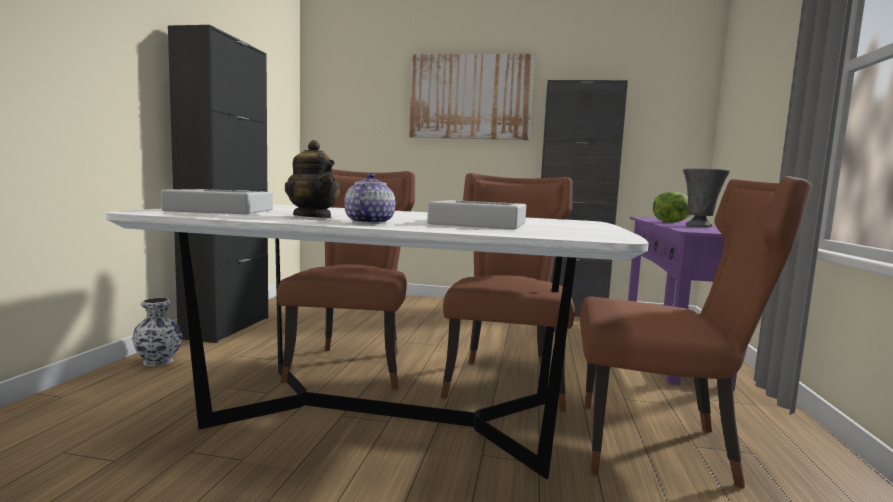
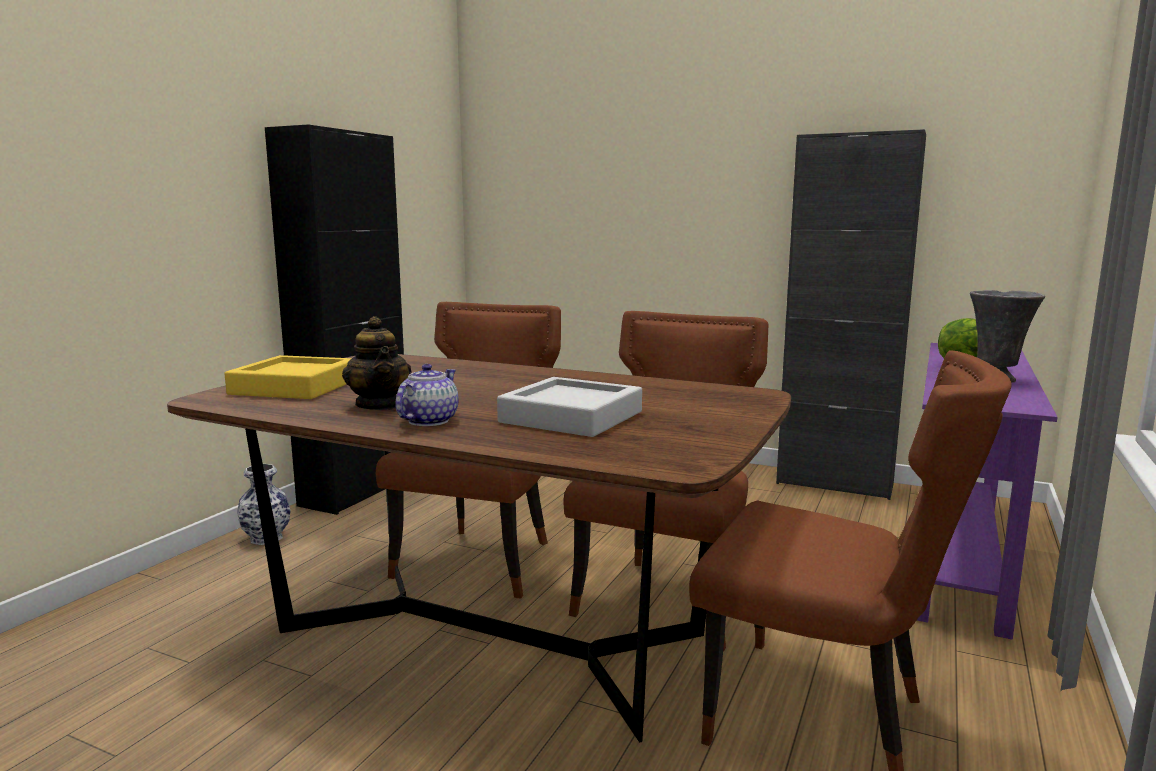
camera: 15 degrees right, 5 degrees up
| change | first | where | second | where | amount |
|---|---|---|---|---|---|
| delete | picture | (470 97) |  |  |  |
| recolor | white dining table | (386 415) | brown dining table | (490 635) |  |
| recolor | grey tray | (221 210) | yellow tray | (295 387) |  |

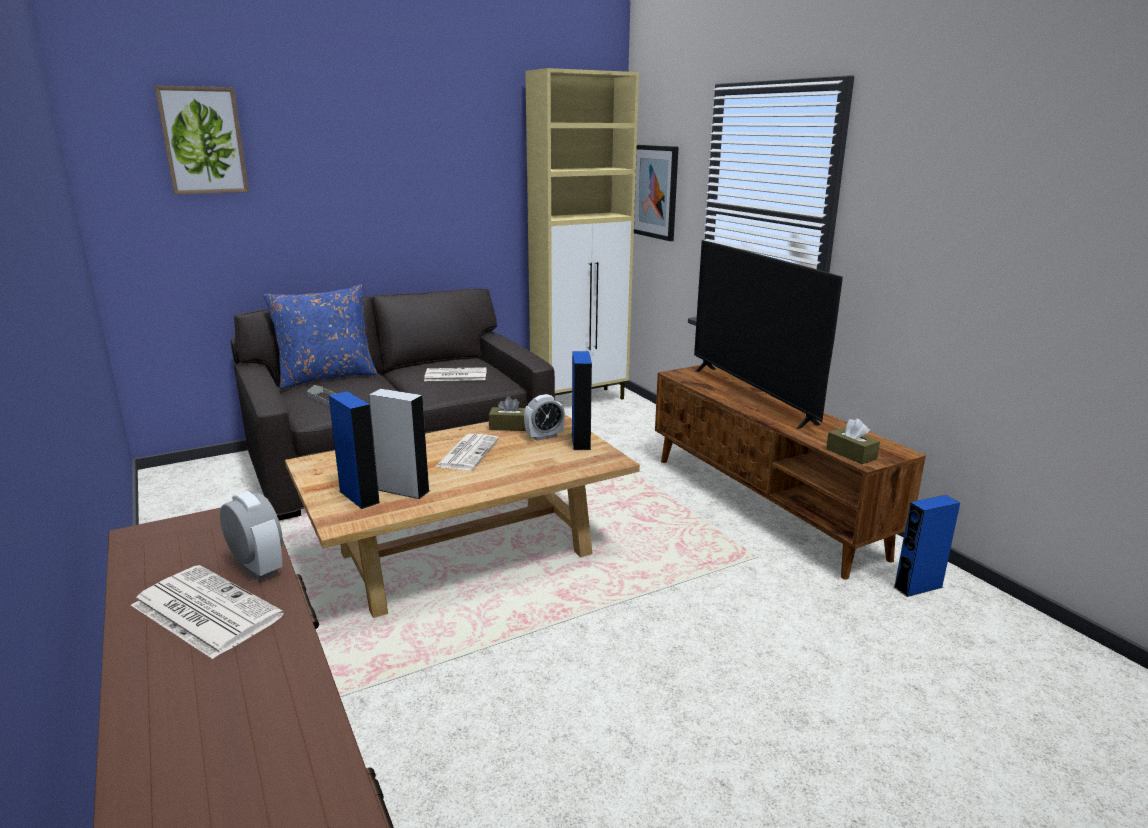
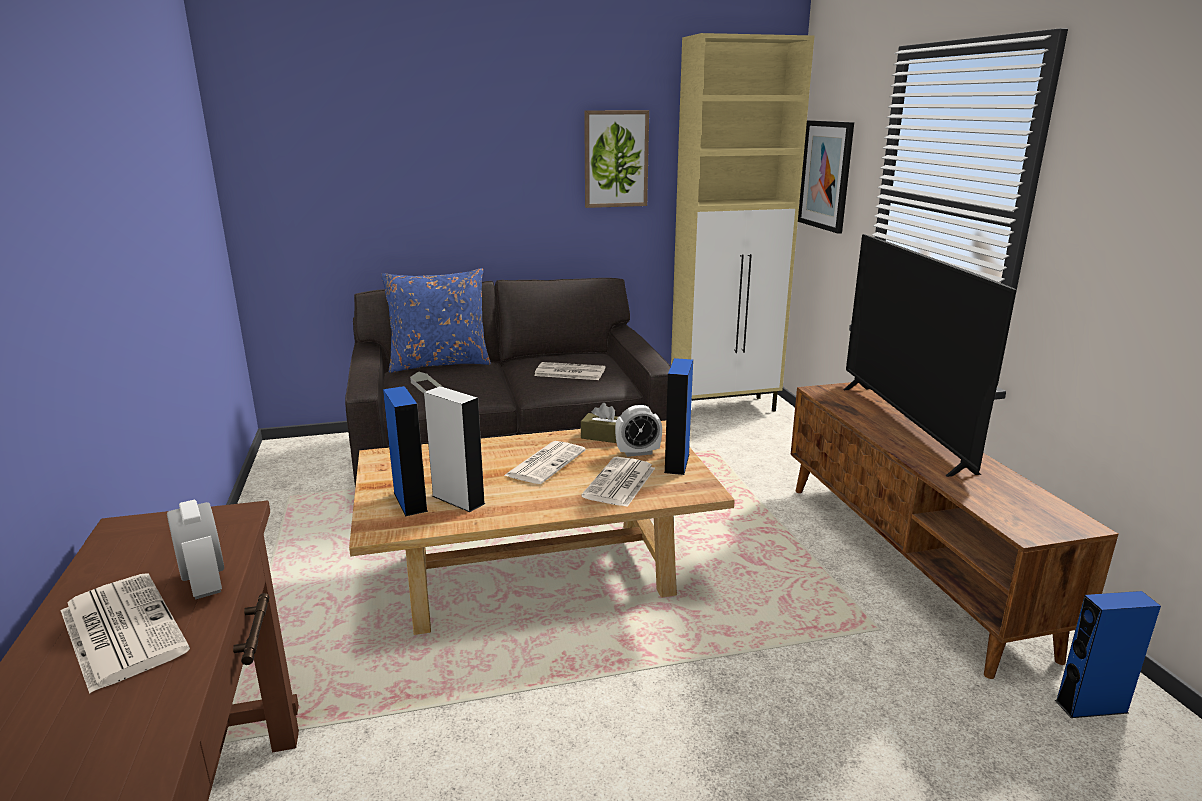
camera: 15 degrees right, 0 degrees up
| change | first | where | second | where | amount |
|---|---|---|---|---|---|
| delete | brown tissue box | (851 454) |  |  |  |
| insert |  |  | newspaper | (620 483) |  |
| move | picture | (203 141) |  | (615 159) |  |

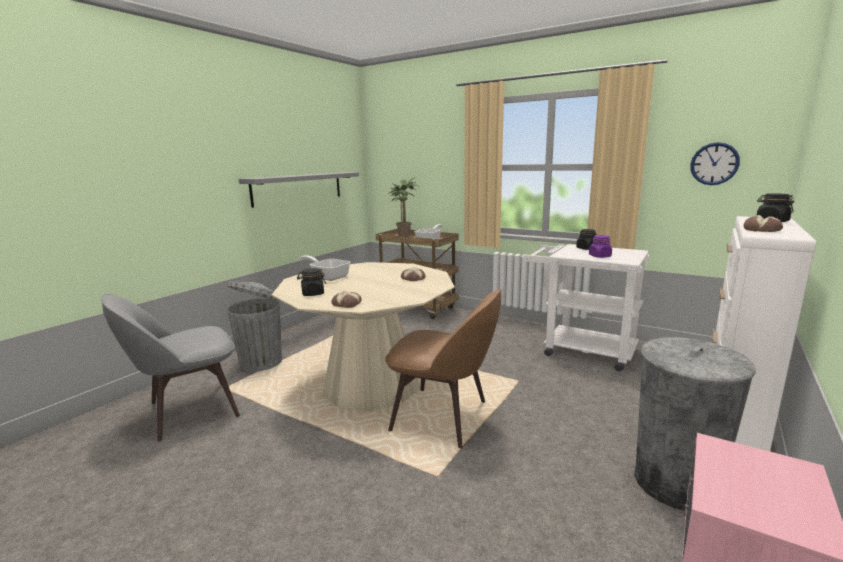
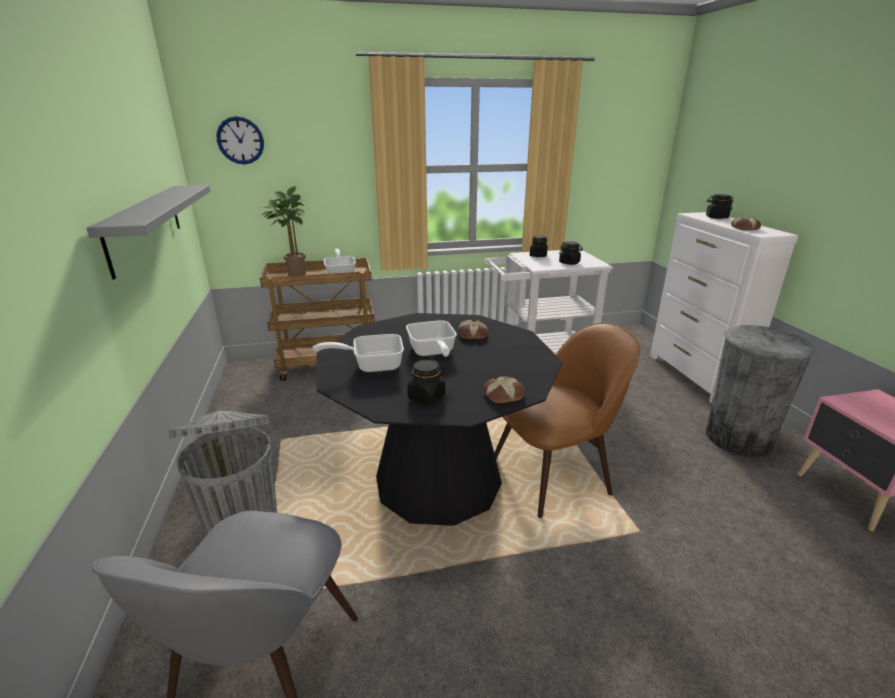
camera: 45 degrees left, 10 degrees up
| change | first | where | second | where | amount |
|---|---|---|---|---|---|
| insert |  |  | frying pan | (432 352) |  |
| move | wall clock | (714 164) |  | (240 140) |  |
| recolor | beige dining table | (371 385) | black dining table | (438 480) |  |
| recolor | purple jar | (600 256) | black jar | (569 263) |  |

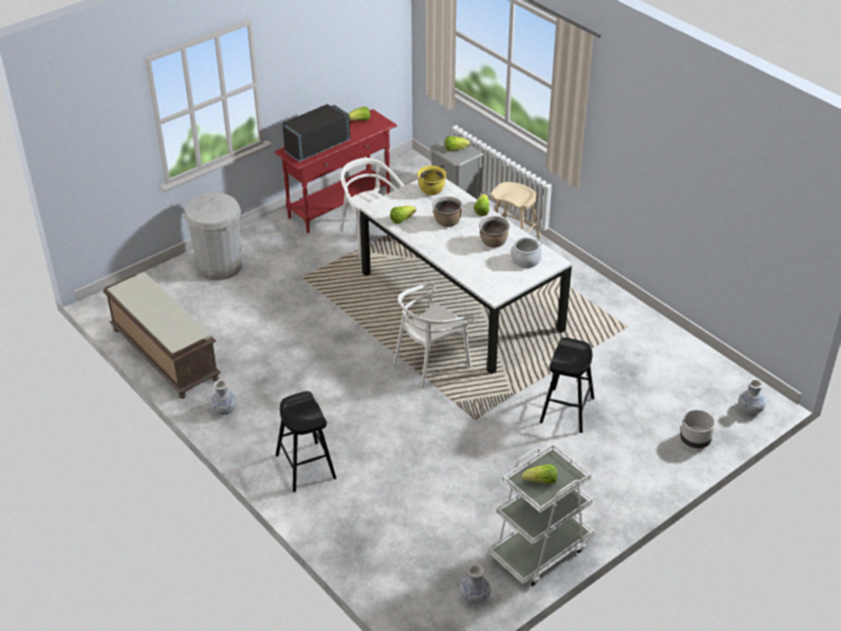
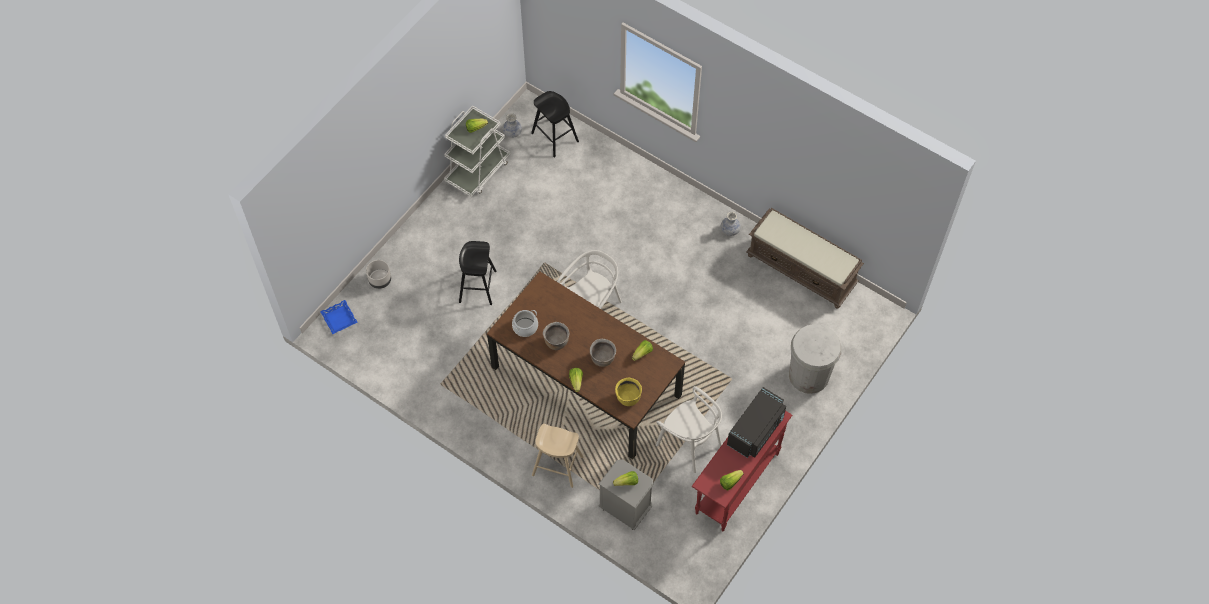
camera: 165 degrees right, 20 degrees up
| change | first | where | second | where | amount |
|---|---|---|---|---|---|
| move | black stool | (305 467) |  | (554 137) |  |
| replace | vase | (750 409) | blue tray | (339 319) |  |
| recolor | white dining table | (462 301) | brown dining table | (585 381) |  |

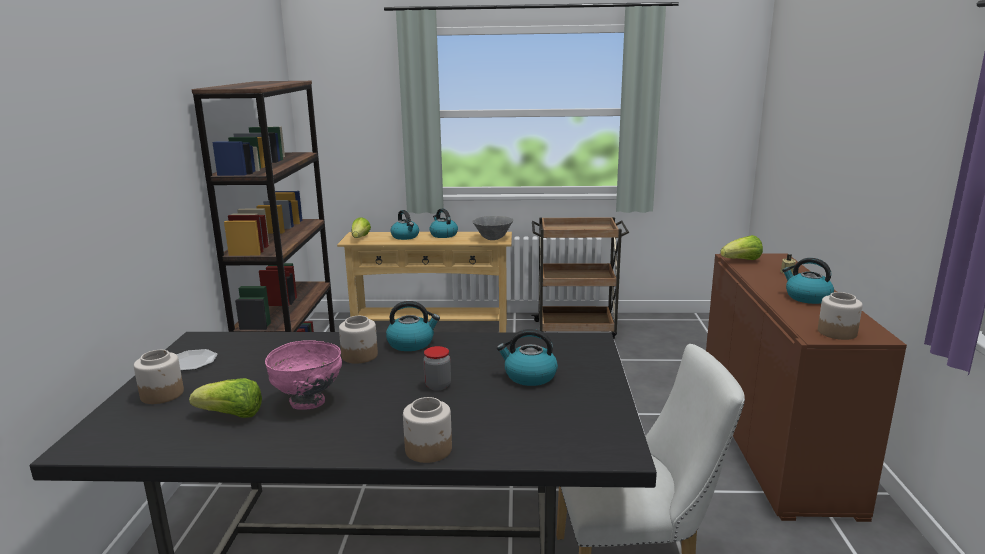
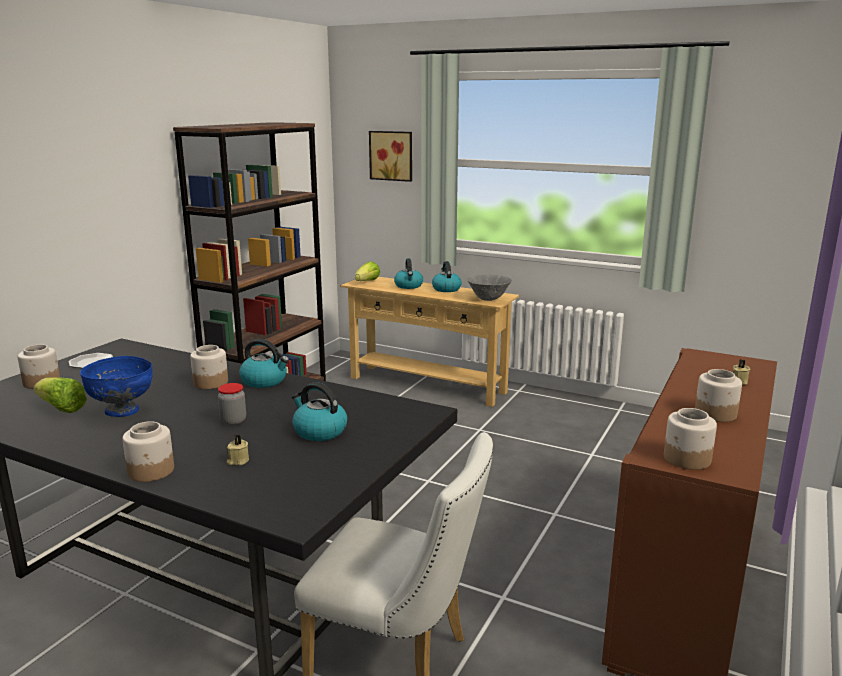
camera: 25 degrees right, 0 degrees up
| change | first | where | second | where | amount |
|---|---|---|---|---|---|
| delete | brown cart | (576 330) |  |  |  |
| delete | lettuce | (742 261) |  |  |  |
| insert |  |  | beige candle | (238 461) |  |
| insert |  |  | picture | (392 155) |  |
| replace | kettle | (807 297) | jar | (715 414) |  |
| recolor | pink bowl | (308 402) | blue bowl | (122 411) |  |

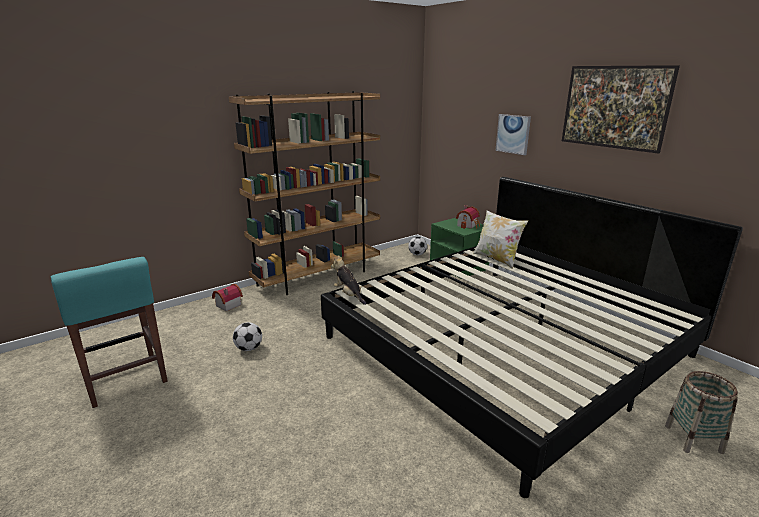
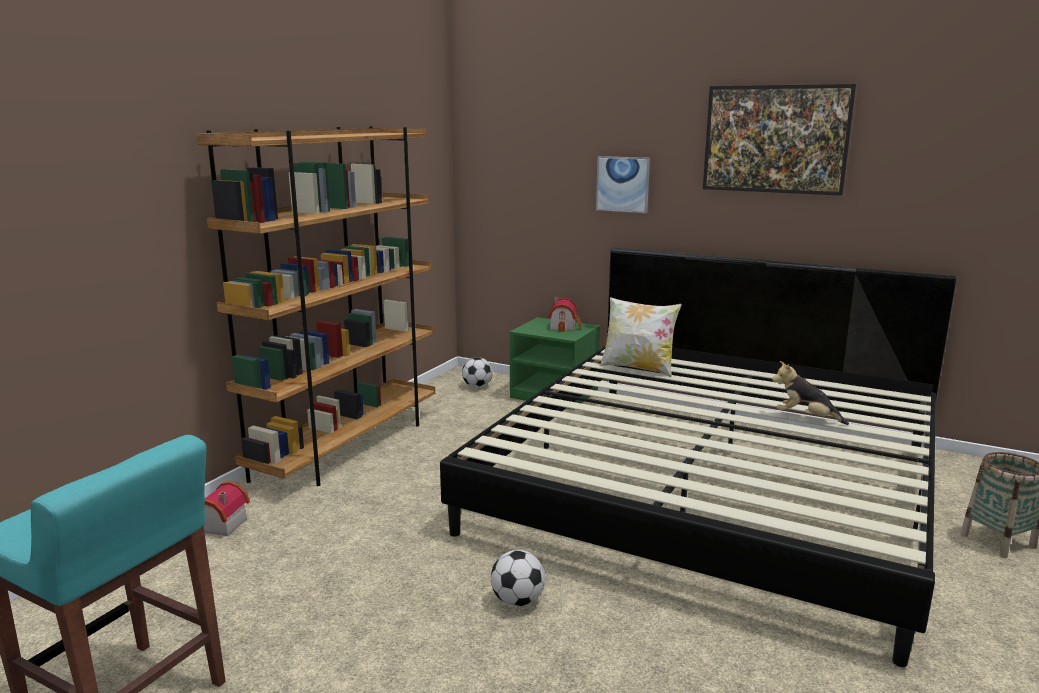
camera: 25 degrees left, 5 degrees down
| change | first | where | second | where | amount |
|---|---|---|---|---|---|
| move | football | (249 348) |  | (517 601) |  |
| move | plush toy | (349 295) |  | (805 418) |  |

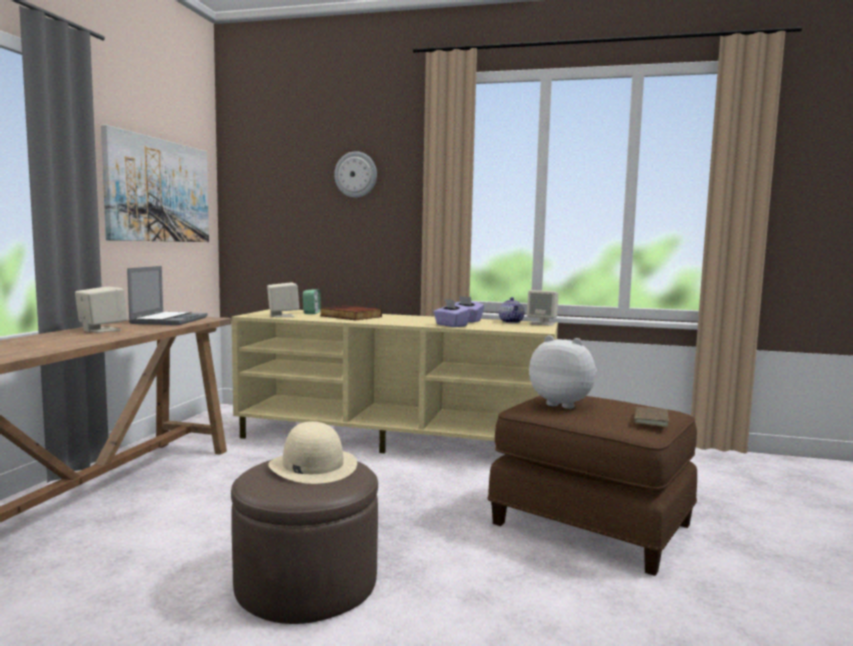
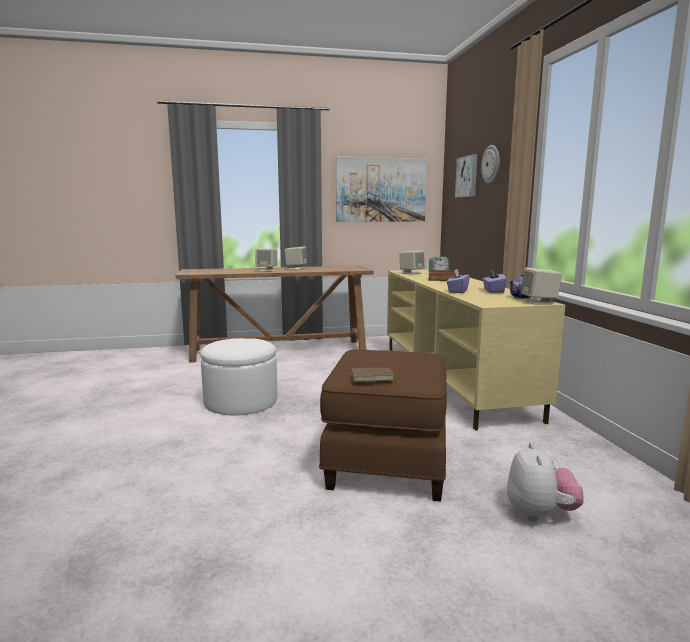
camera: 65 degrees right, 5 degrees up
| change | first | where | second | where | amount |
|---|---|---|---|---|---|
| delete | laptop | (169 320) |  |  |  |
| delete | beige hat | (312 466) |  |  |  |
| insert |  |  | beige speaker | (267 270) |  |
| insert |  |  | picture | (467 176) |  |
| move | plush toy | (563 404) |  | (540 514) |  |
| recolor | brown ottoman | (306 582) | white ottoman | (241 401) |  |

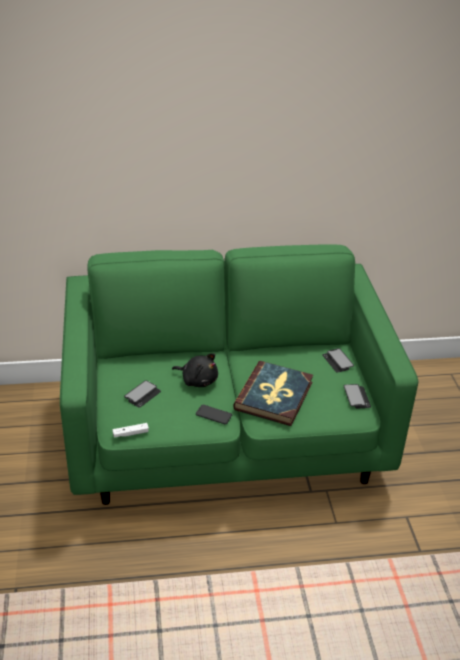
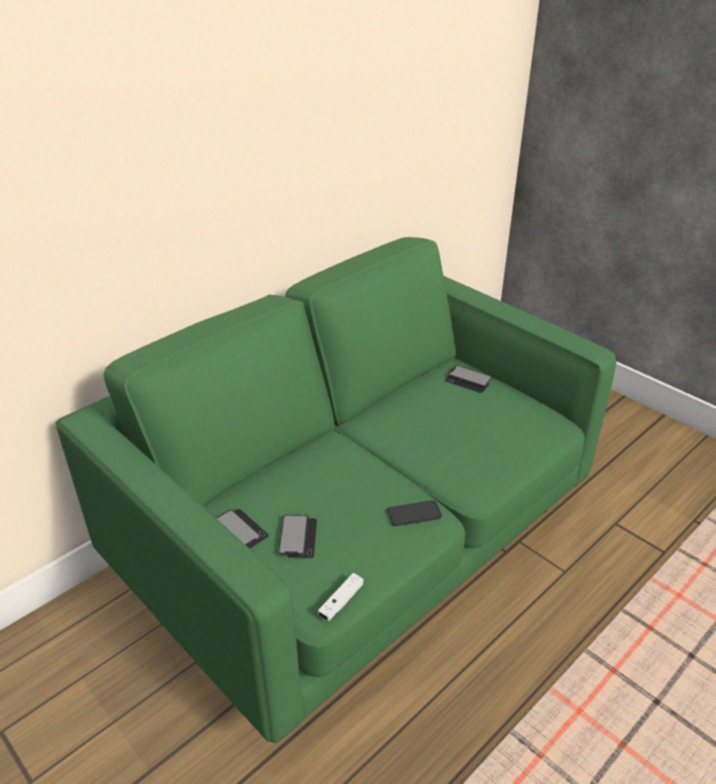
camera: 35 degrees left, 0 degrees up
| change | first | where | second | where | amount |
|---|---|---|---|---|---|
| delete | black plush toy | (198 380) |  |  |  |
| delete | book | (274 396) |  |  |  |
| move | phone | (356 397) |  | (240 530) |  |

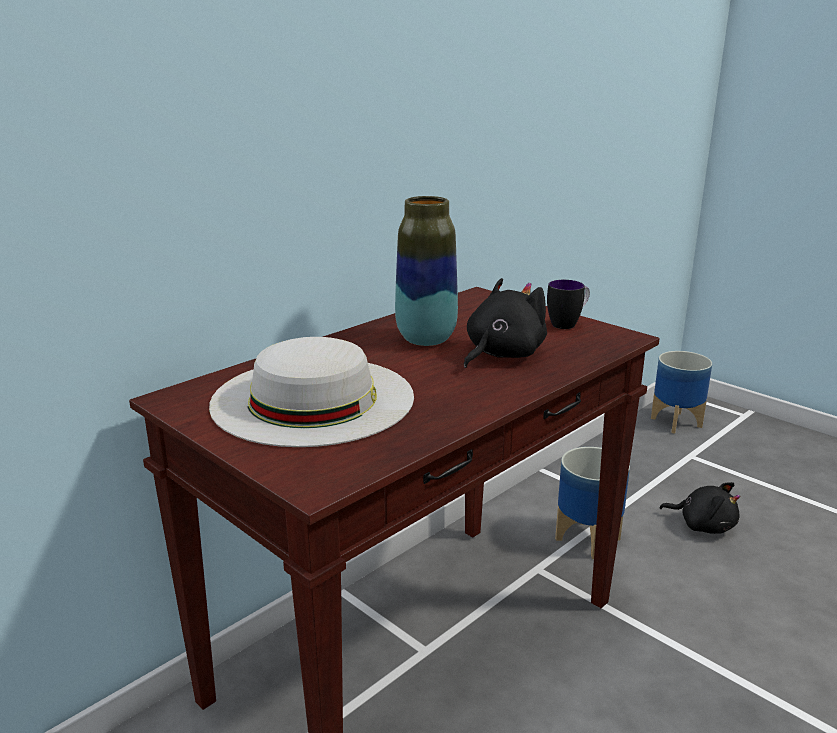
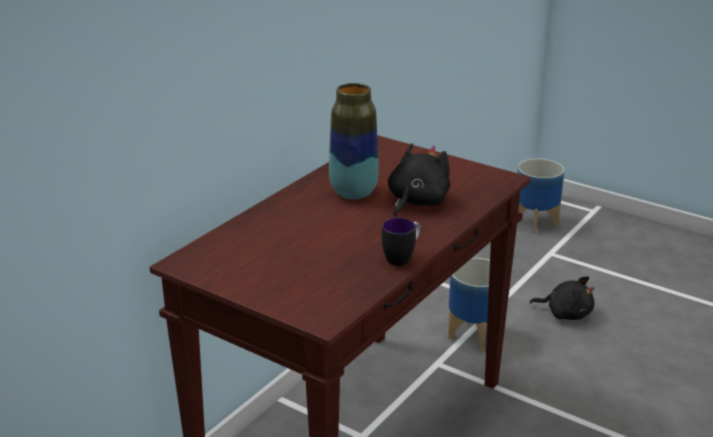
camera: 10 degrees left, 5 degrees up
| change | first | where | second | where | amount |
|---|---|---|---|---|---|
| delete | white hat | (313 399) |  |  |  |
| move | mug | (568 324) |  | (402 258) |  |

